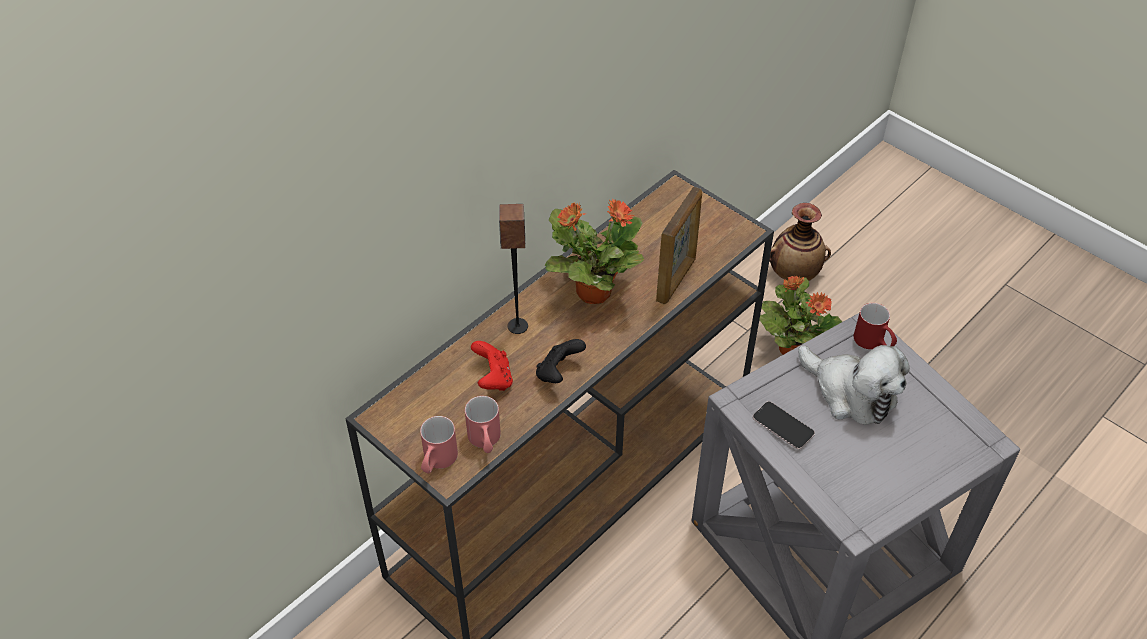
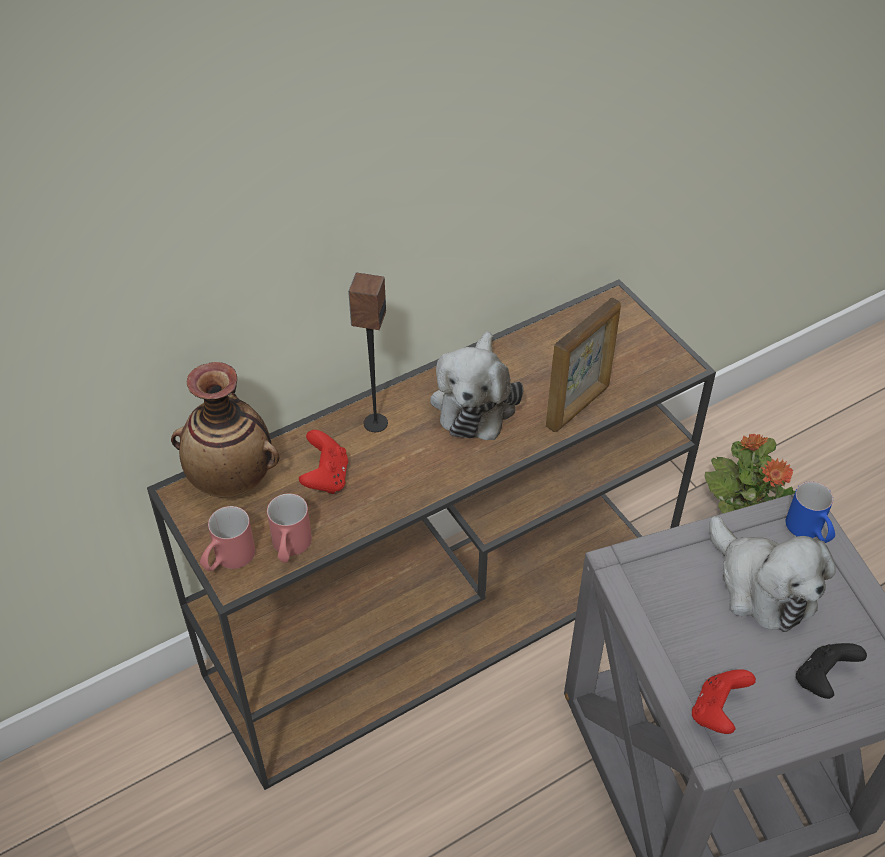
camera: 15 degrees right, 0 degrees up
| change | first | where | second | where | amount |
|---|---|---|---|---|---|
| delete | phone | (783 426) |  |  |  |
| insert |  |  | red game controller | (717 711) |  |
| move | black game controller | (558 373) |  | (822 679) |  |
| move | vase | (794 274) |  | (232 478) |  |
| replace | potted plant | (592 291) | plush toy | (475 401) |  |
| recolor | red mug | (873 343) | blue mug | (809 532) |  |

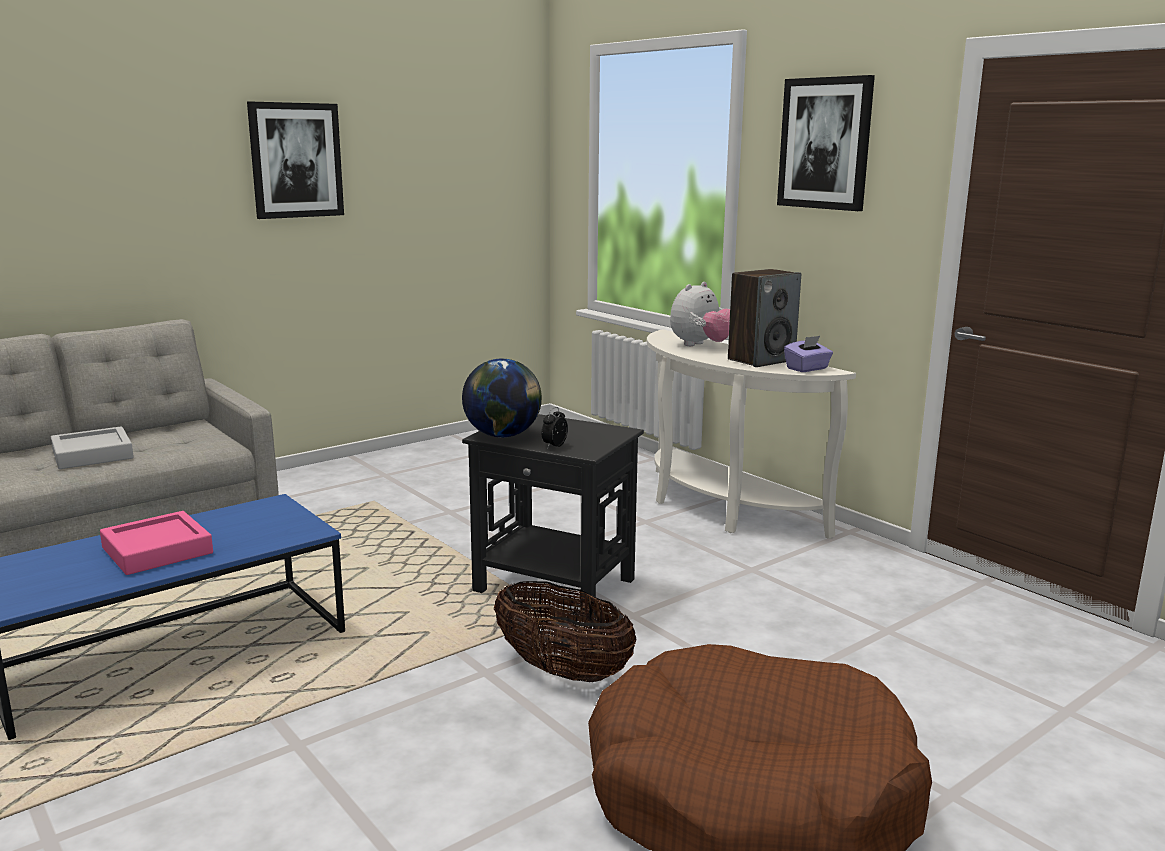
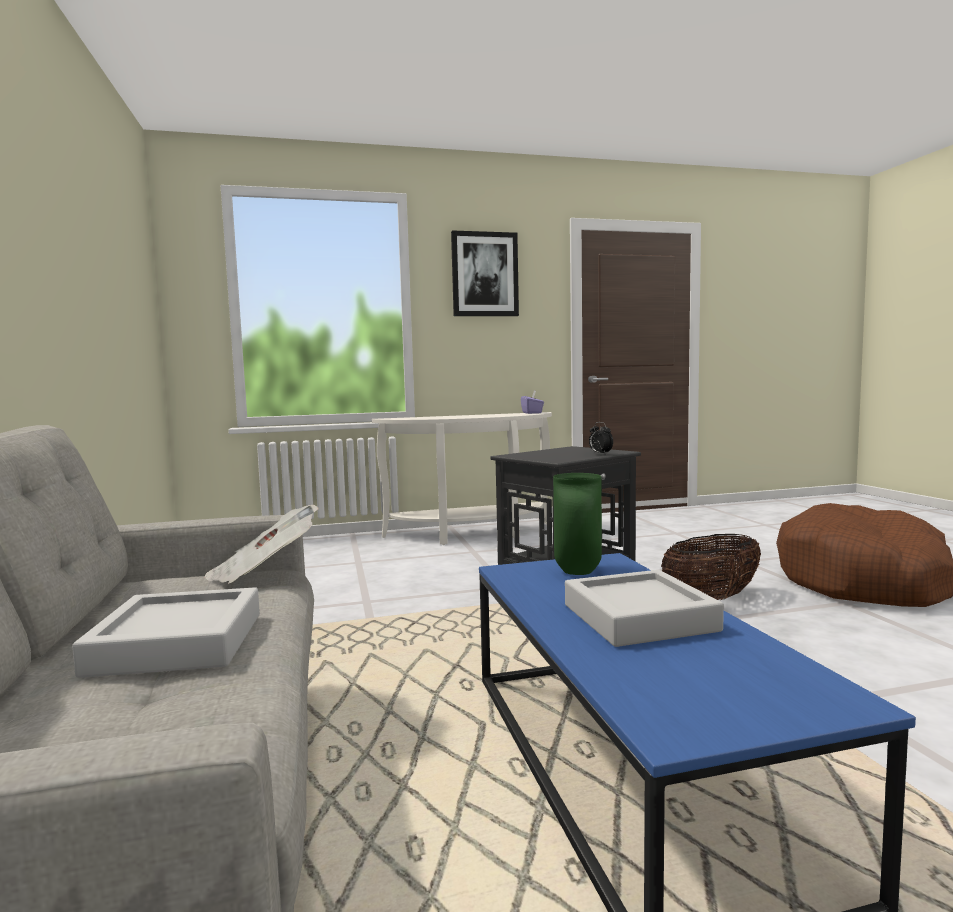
camera: 65 degrees left, 10 degrees down
| change | first | where | second | where | amount |
|---|---|---|---|---|---|
| delete | picture | (296 160) |  |  |  |
| delete | globe | (503 435) |  |  |  |
| delete | plush toy | (700 345) |  |  |  |
| delete | speaker | (761 360) |  |  |  |
| insert |  |  | newspaper | (263 573) |  |
| insert |  |  | green vase | (579 572) |  |
| recolor | pink tray | (157 550) | grey tray | (639 618) |  |

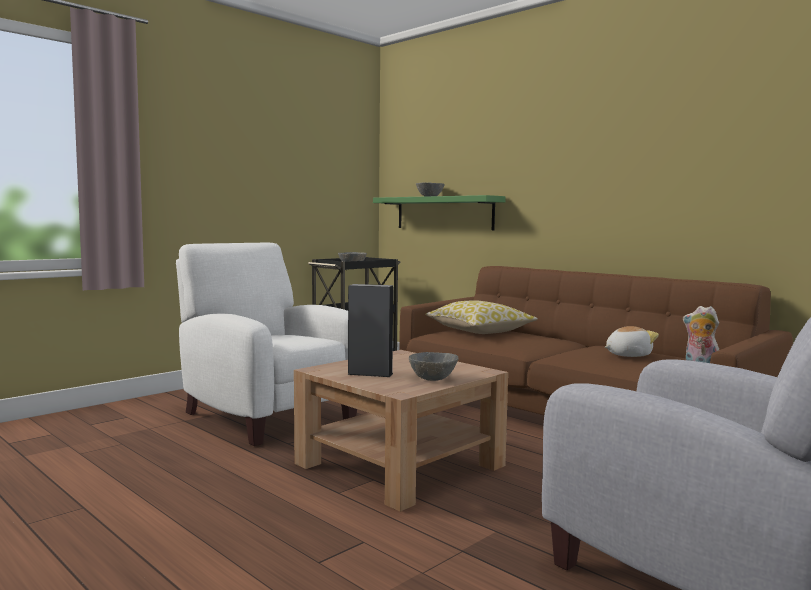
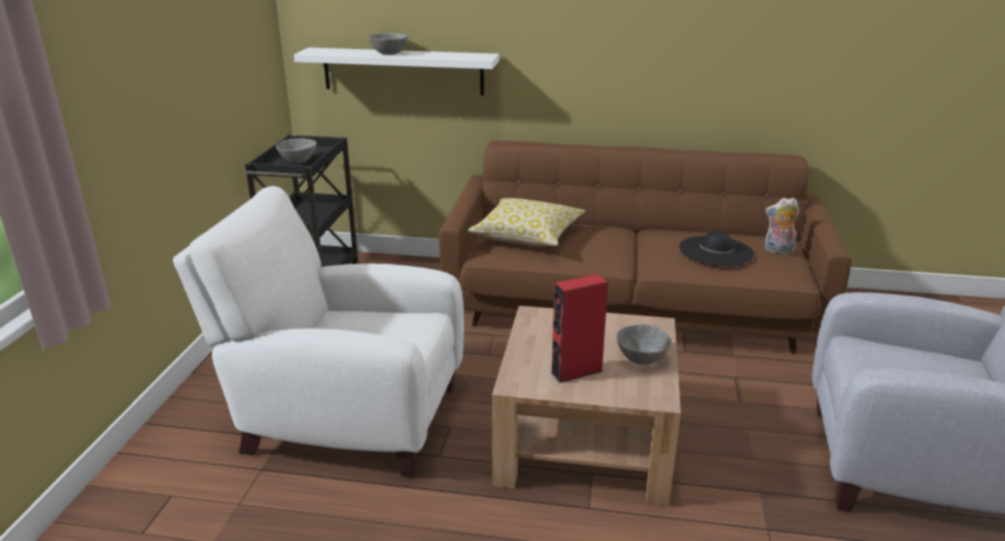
camera: 35 degrees left, 20 degrees up
| change | first | where | second | where | amount |
|---|---|---|---|---|---|
| replace | plush toy | (627 355) | black hat | (716 251) |  |
| recolor | grey speaker | (370 373) | red speaker | (576 372) |  |
| recolor | green shelf | (444 213) | white shelf | (403 71) |  |

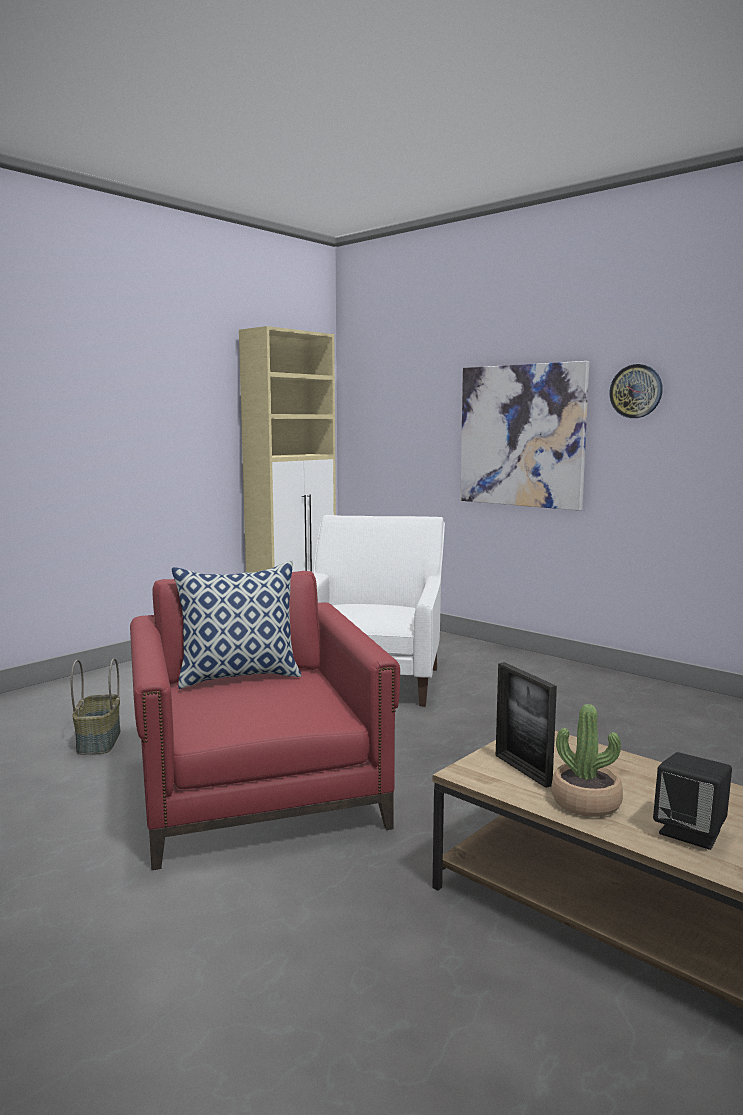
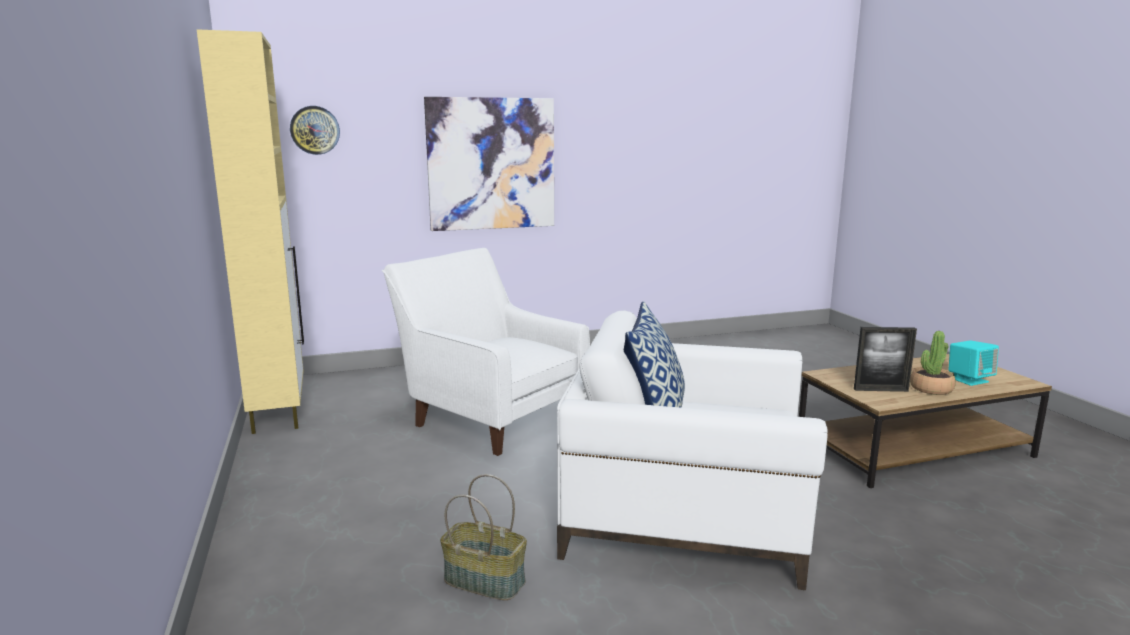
camera: 60 degrees left, 5 degrees up
| change | first | where | second | where | amount |
|---|---|---|---|---|---|
| move | wall clock | (636 391) |  | (315 130) |  |
| recolor | red armchair | (256 790) | white armchair | (684 515) |  |
| recolor | black speaker | (690 832) | turquoise speaker | (969 380) |  |

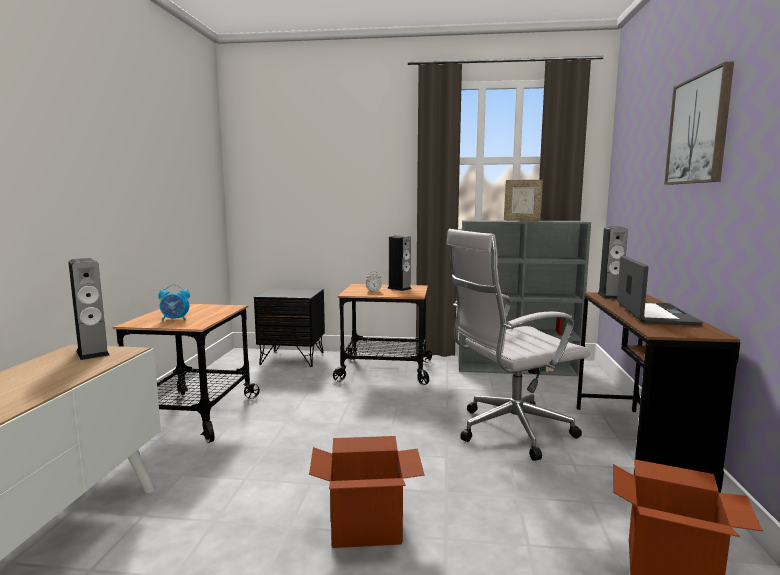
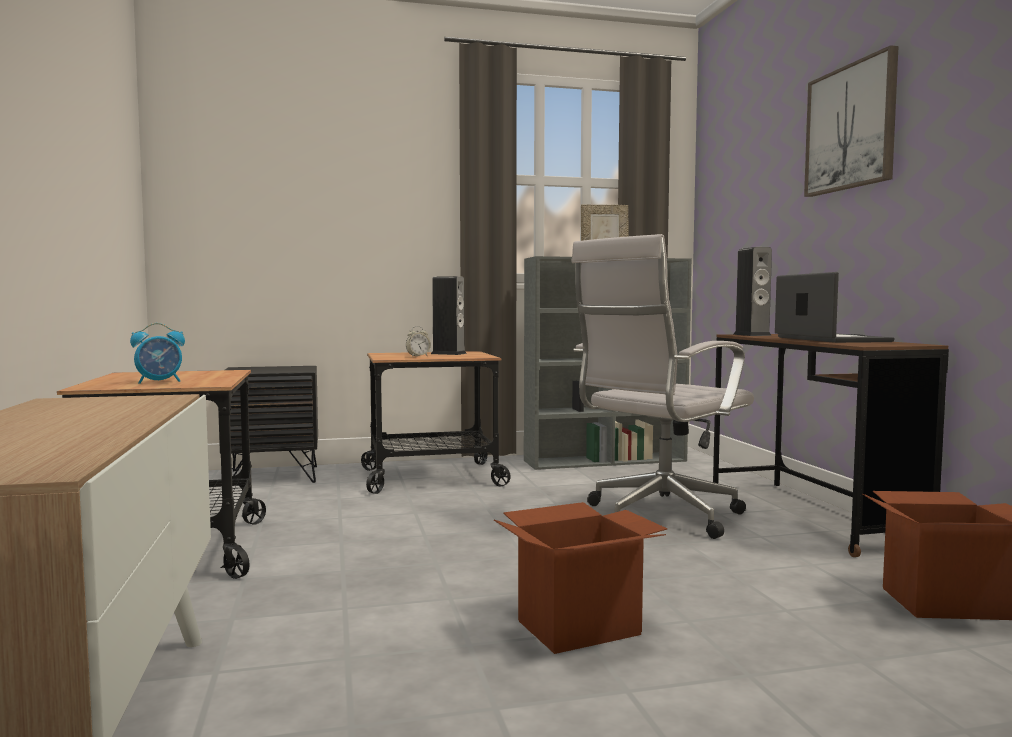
camera: 20 degrees left, 5 degrees down
| change | first | where | second | where | amount |
|---|---|---|---|---|---|
| delete | speaker | (92 353) |  |  |  |

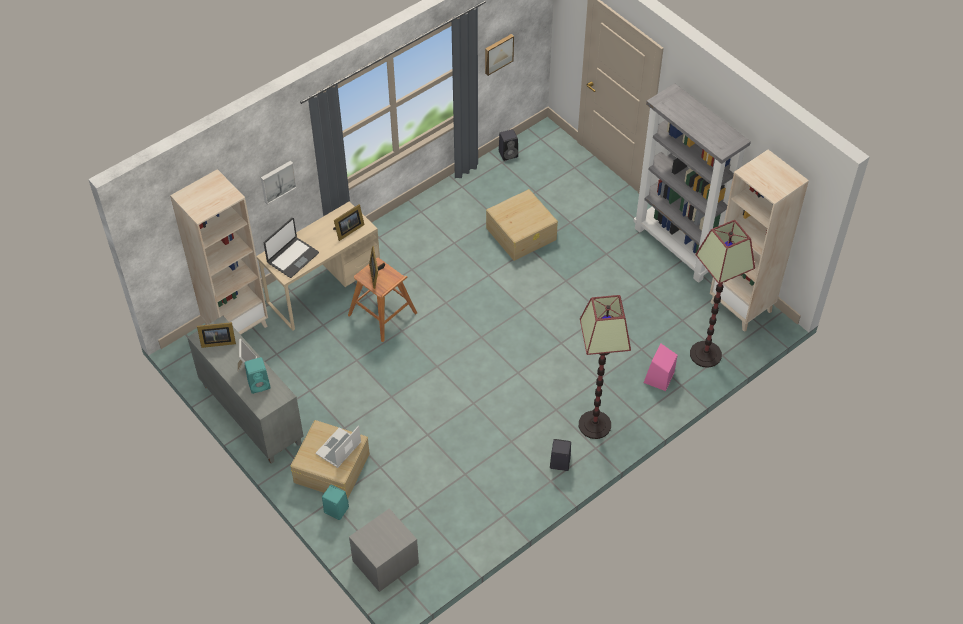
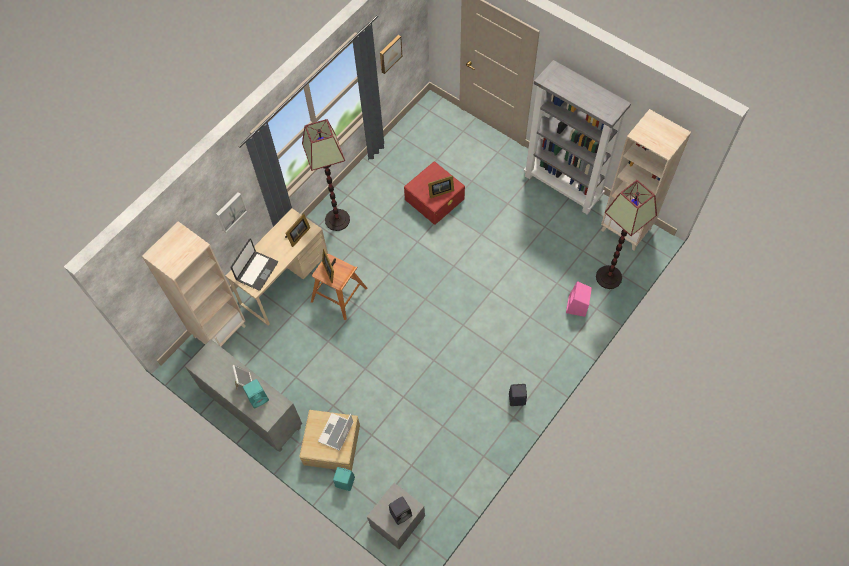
camera: 10 degrees left, 10 degrees up
| change | first | where | second | where | amount |
|---|---|---|---|---|---|
| move | picture frame | (217 342) |  | (440 192) |  |
| move | black speaker | (508 154) |  | (401 513) |  |
| move | floor lamp | (595 424) |  | (337 219) |  |
| recolor | beige storage box | (521 233) | red storage box | (435 198) |  |

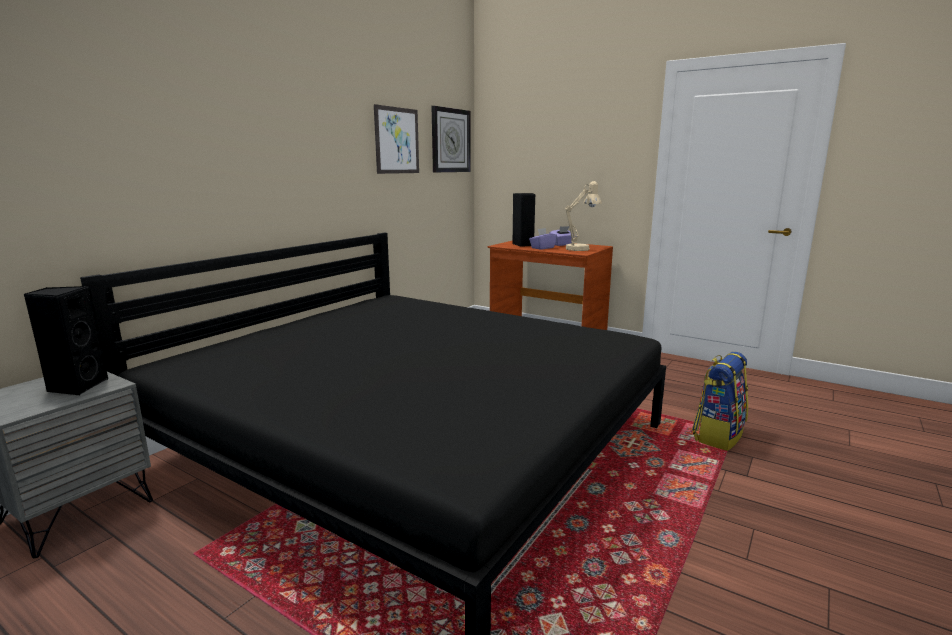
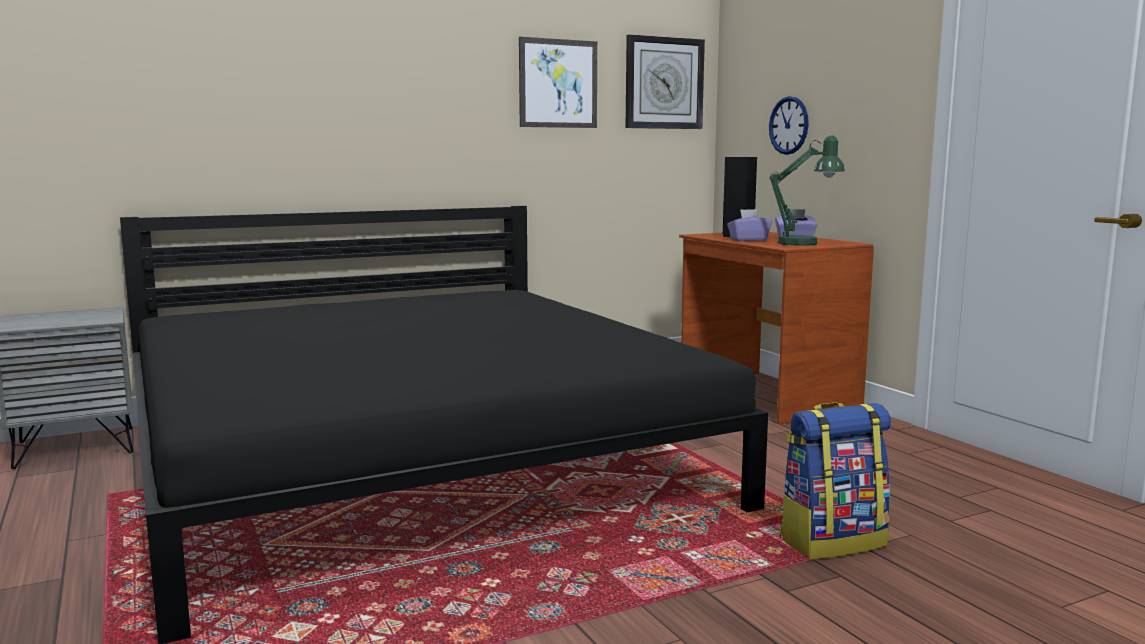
camera: 30 degrees right, 5 degrees down
| change | first | where | second | where | amount |
|---|---|---|---|---|---|
| delete | black speaker | (76 386) |  |  |  |
| insert |  |  | wall clock | (789 125) |  |
| recolor | beige table lamp | (581 248) | green table lamp | (805 243) |  |

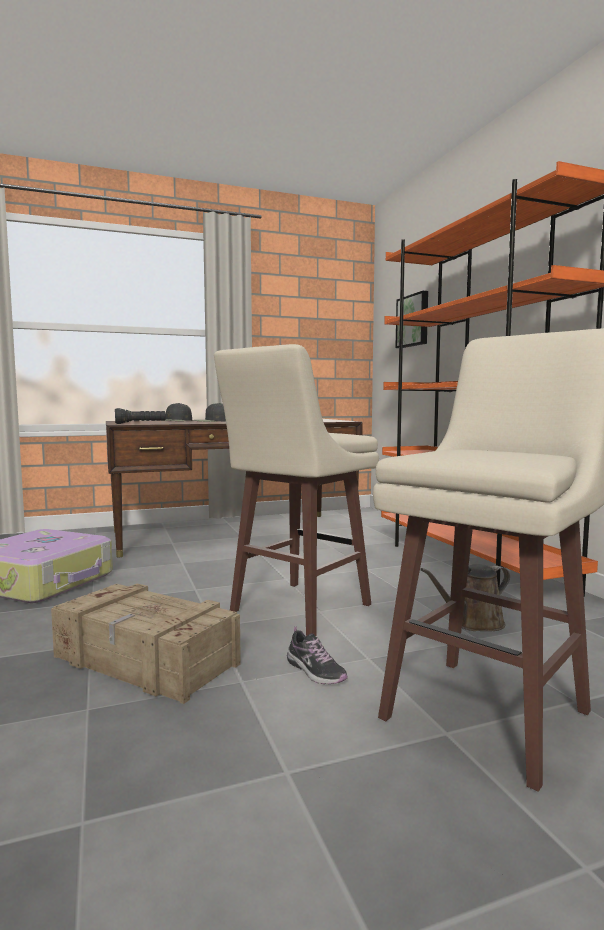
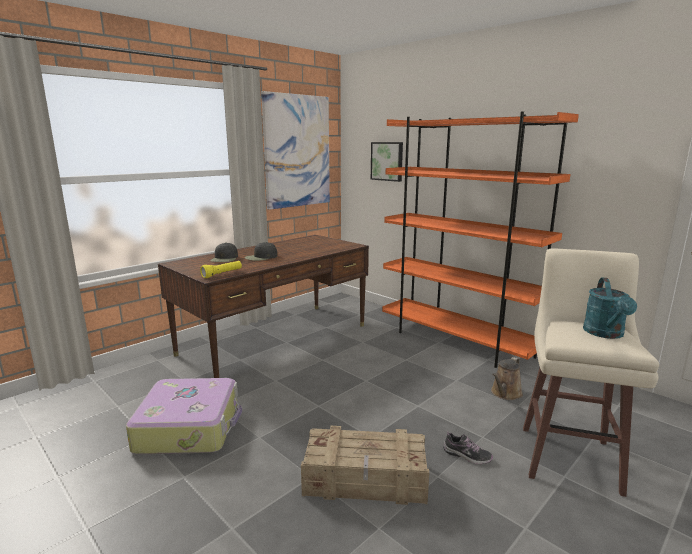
camera: 25 degrees left, 10 degrees up
| change | first | where | second | where | amount |
|---|---|---|---|---|---|
| delete | beige stool | (297 609) |  |  |  |
| insert |  |  | picture | (297 151) |  |
| insert |  |  | turquoise watering can | (605 334) |  |
| recolor | black flashlight | (140 423) | yellow flashlight | (222 274) |  |

